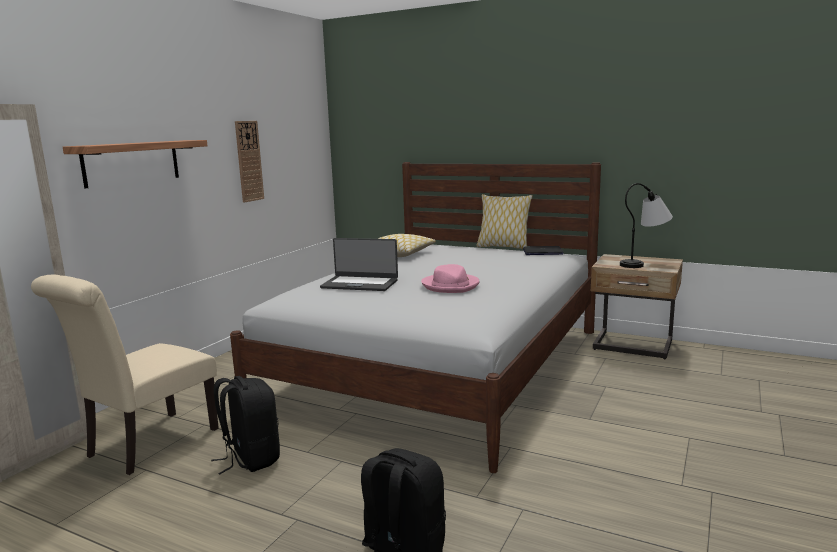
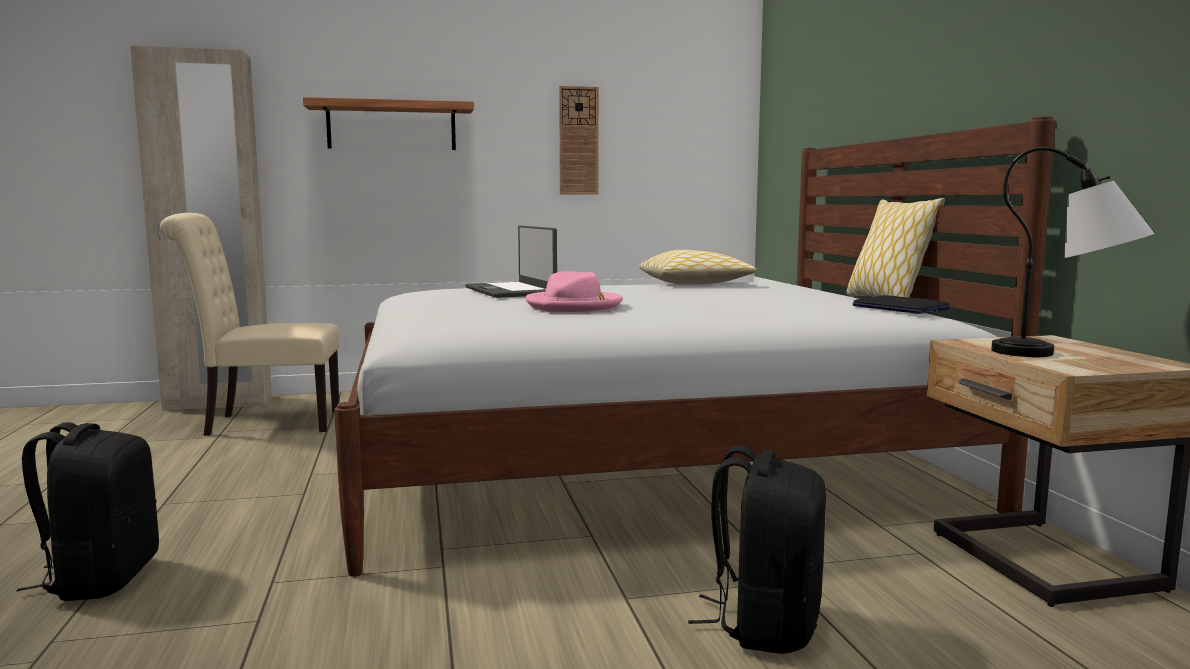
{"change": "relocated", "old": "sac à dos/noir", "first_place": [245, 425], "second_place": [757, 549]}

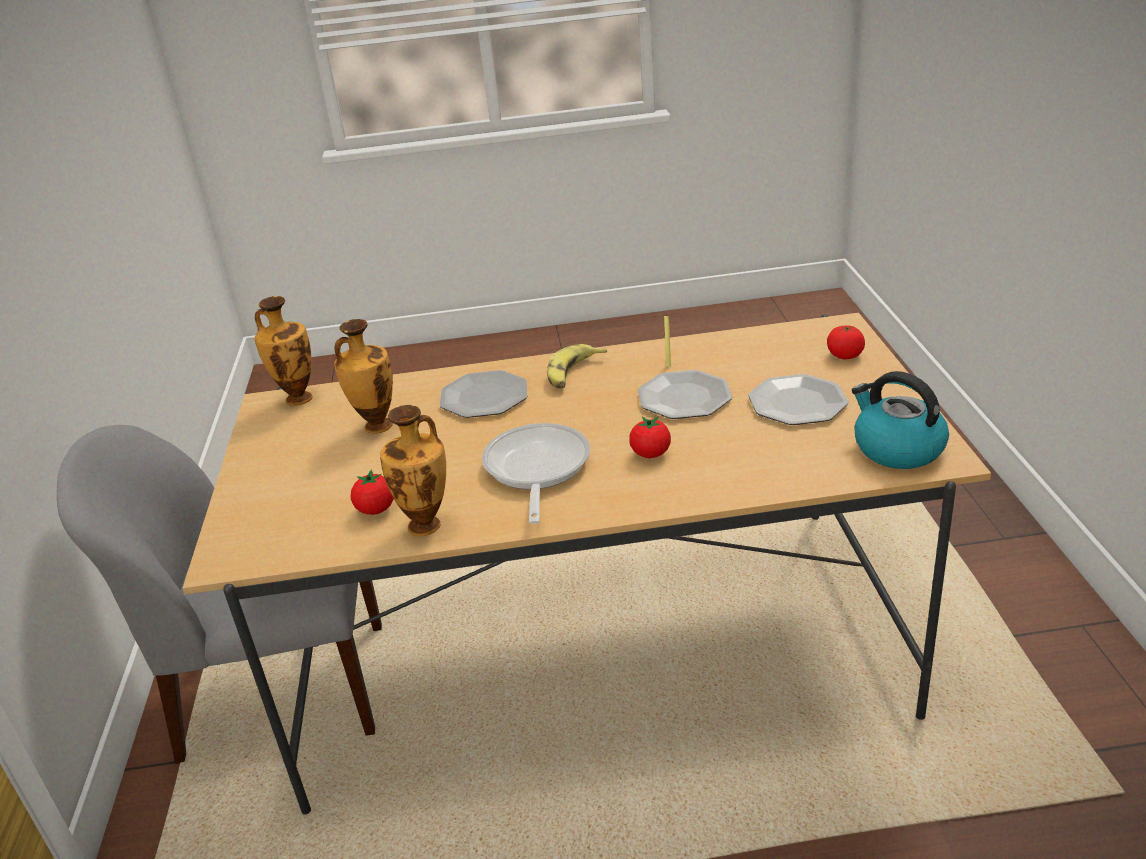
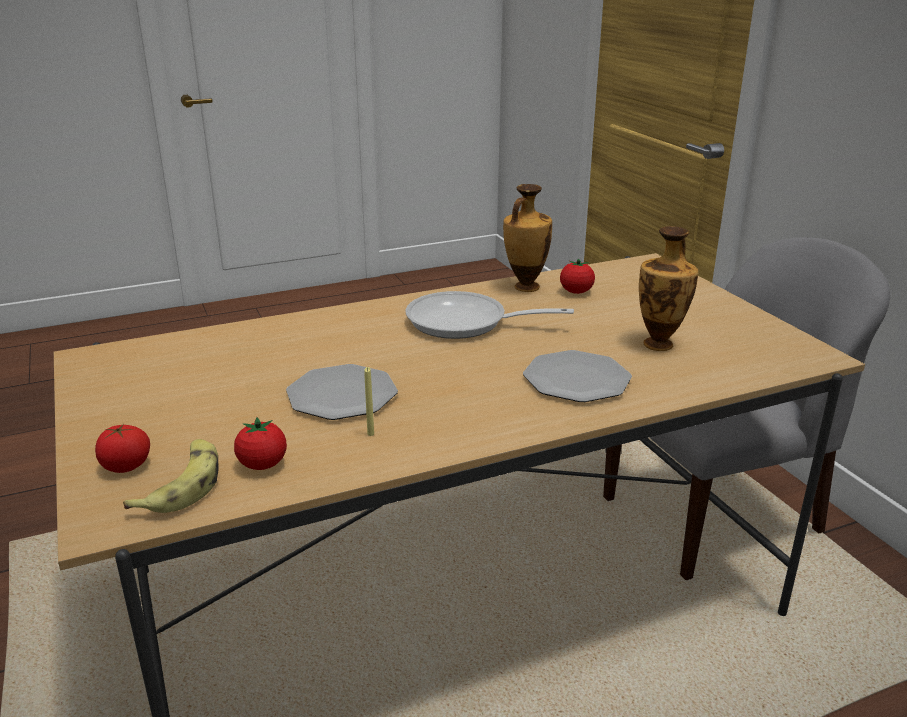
{"change": "relocated", "old": "banane", "first_place": [577, 366], "second_place": [170, 476]}
{"change": "relocated", "old": "tomate", "first_place": [650, 437], "second_place": [260, 443]}
{"change": "spun", "old": "poêle", "first_place": [536, 473], "second_place": [489, 315], "degrees": 120}
{"change": "missing", "old": "vase", "first_place": [284, 351]}
{"change": "missing", "old": "assiette", "first_place": [798, 399]}
{"change": "missing", "old": "bouilloire", "first_place": [900, 420]}

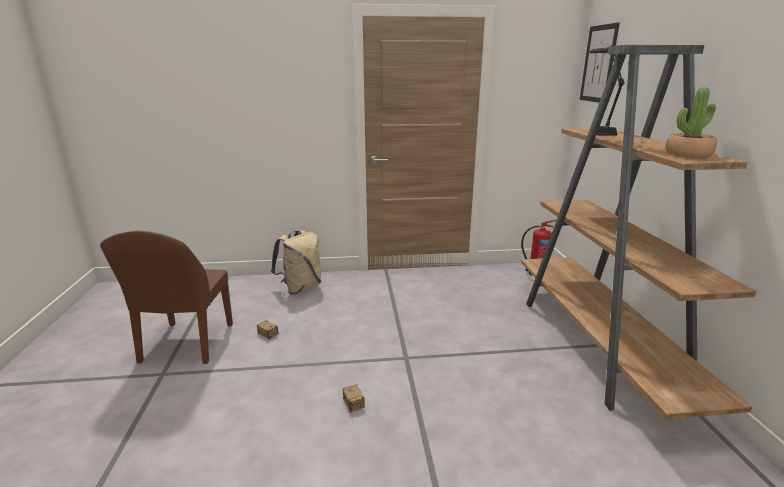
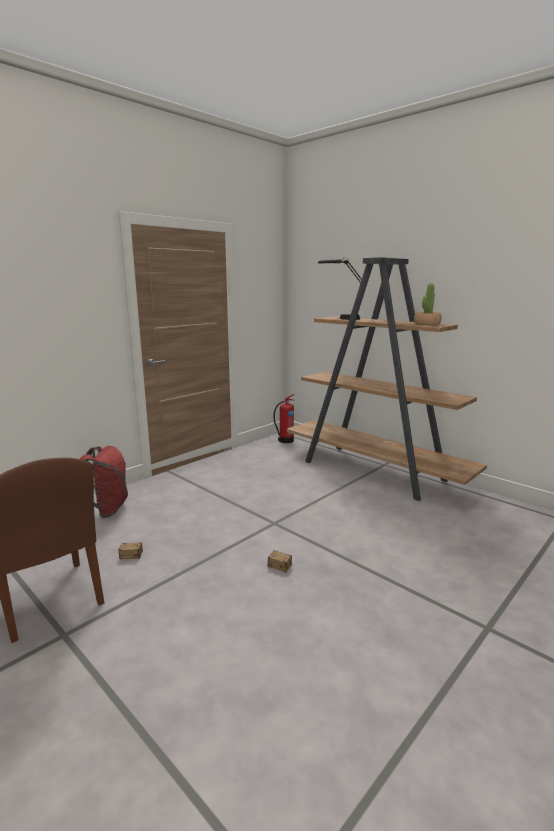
{"change": "colour", "old": "sac à dos/beige", "new": "sac à dos/rouge", "first_place": [296, 262], "second_place": [104, 482]}
{"change": "missing", "old": "tableau", "first_place": [600, 62]}

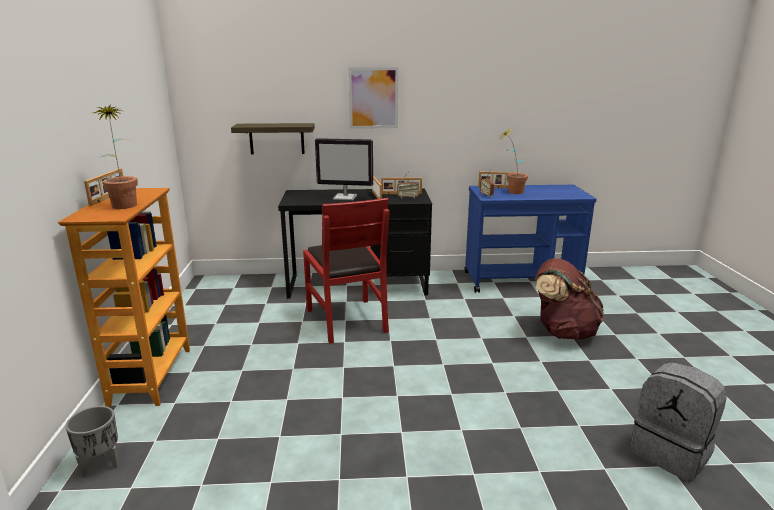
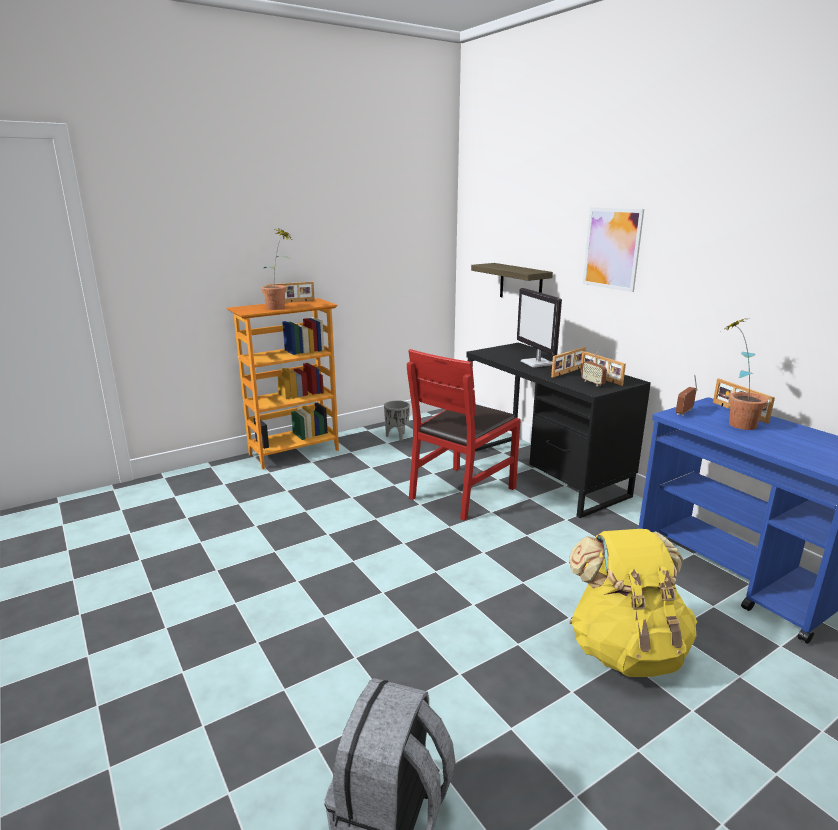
{"change": "relocated", "old": "cache-pot/gris", "first_place": [92, 441], "second_place": [397, 420]}
{"change": "colour", "old": "sac à dos/marron", "new": "sac à dos/jaune", "first_place": [569, 299], "second_place": [633, 603]}

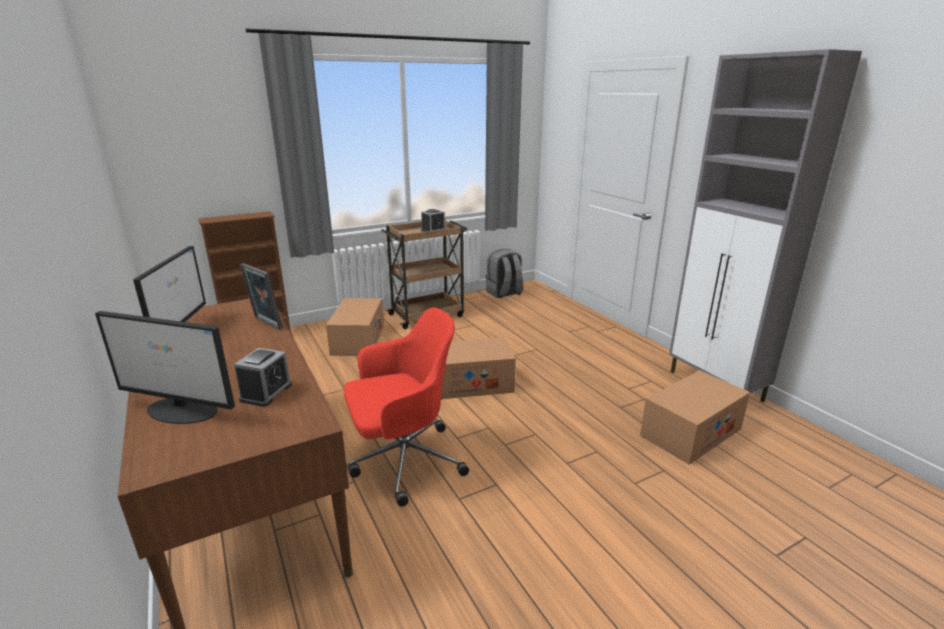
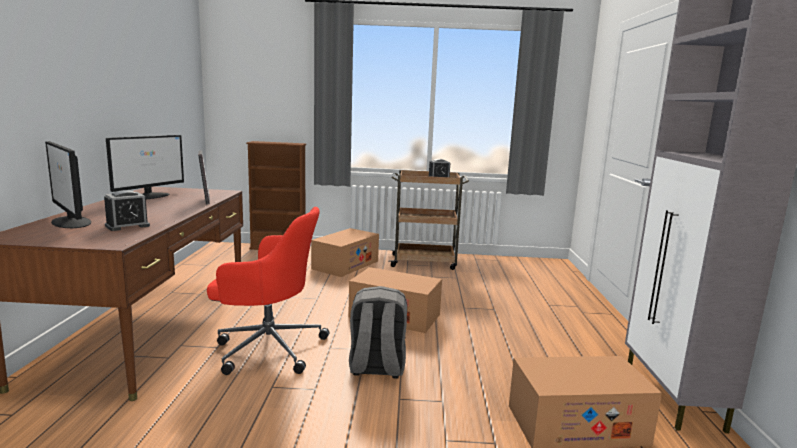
{"change": "relocated", "old": "sac à dos/gris", "first_place": [504, 273], "second_place": [378, 332]}

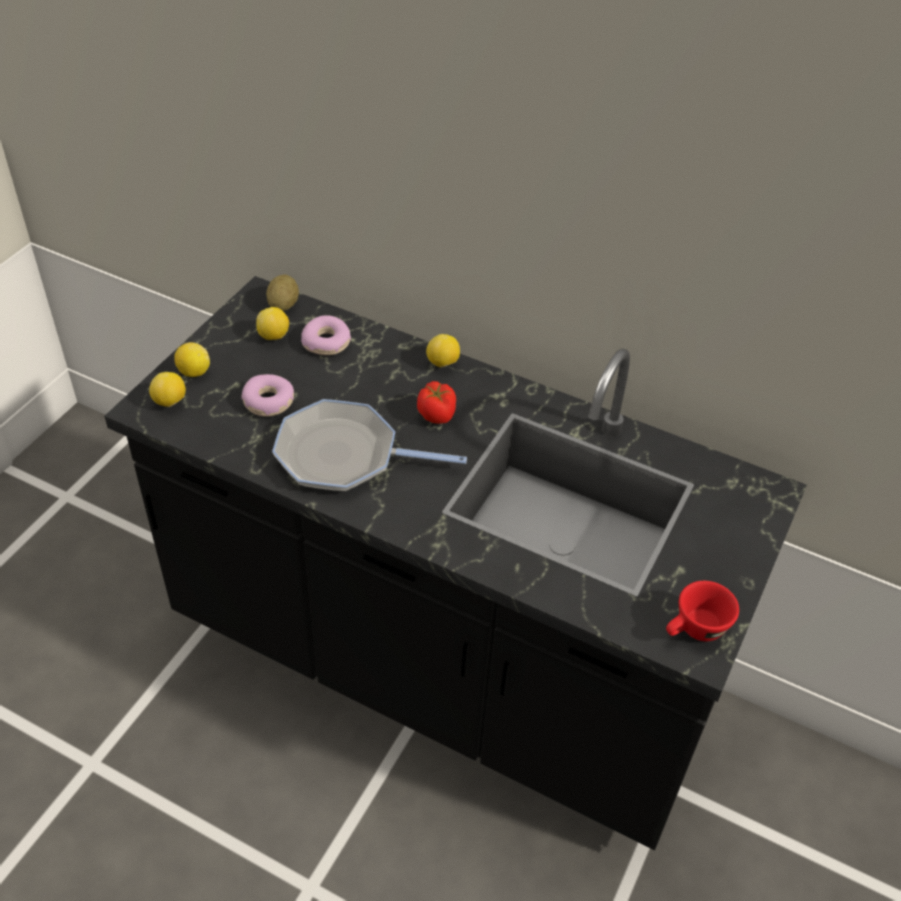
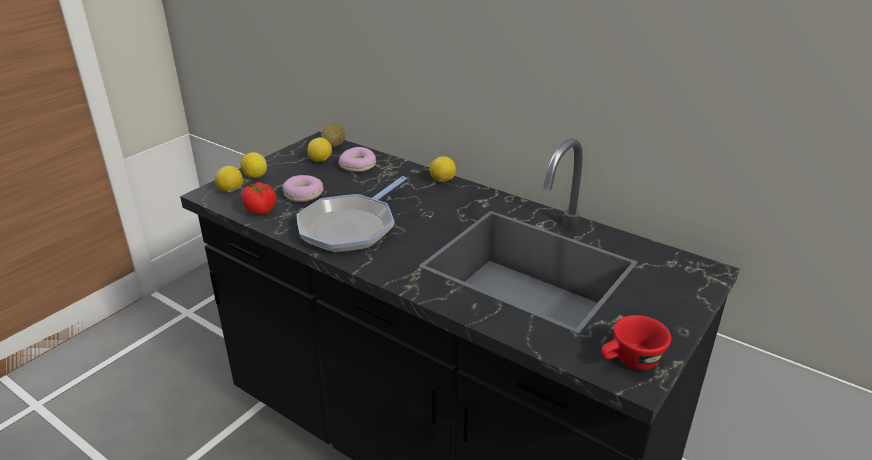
{"change": "relocated", "old": "tomate", "first_place": [436, 402], "second_place": [259, 198]}
{"change": "spun", "old": "poêle", "first_place": [369, 445], "second_place": [351, 214], "degrees": -75}

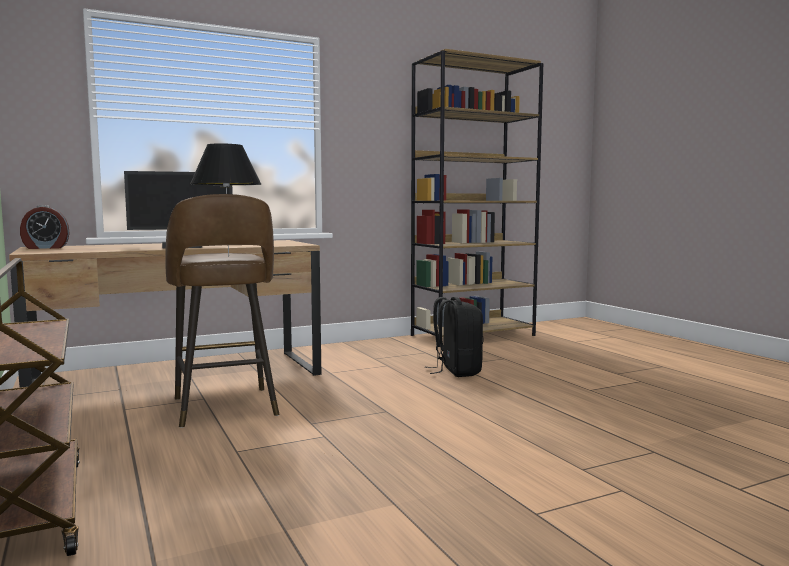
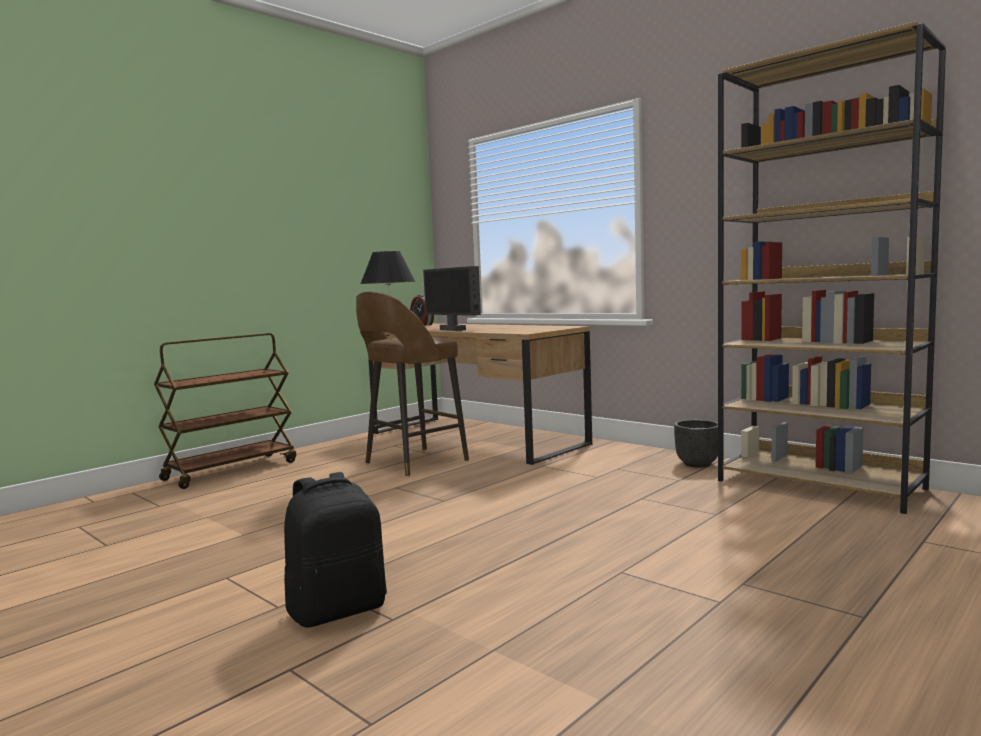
{"change": "relocated", "old": "sac à dos/noir", "first_place": [454, 337], "second_place": [335, 550]}
{"change": "appeared", "new": "cache-pot/noir", "second_place": [696, 444]}

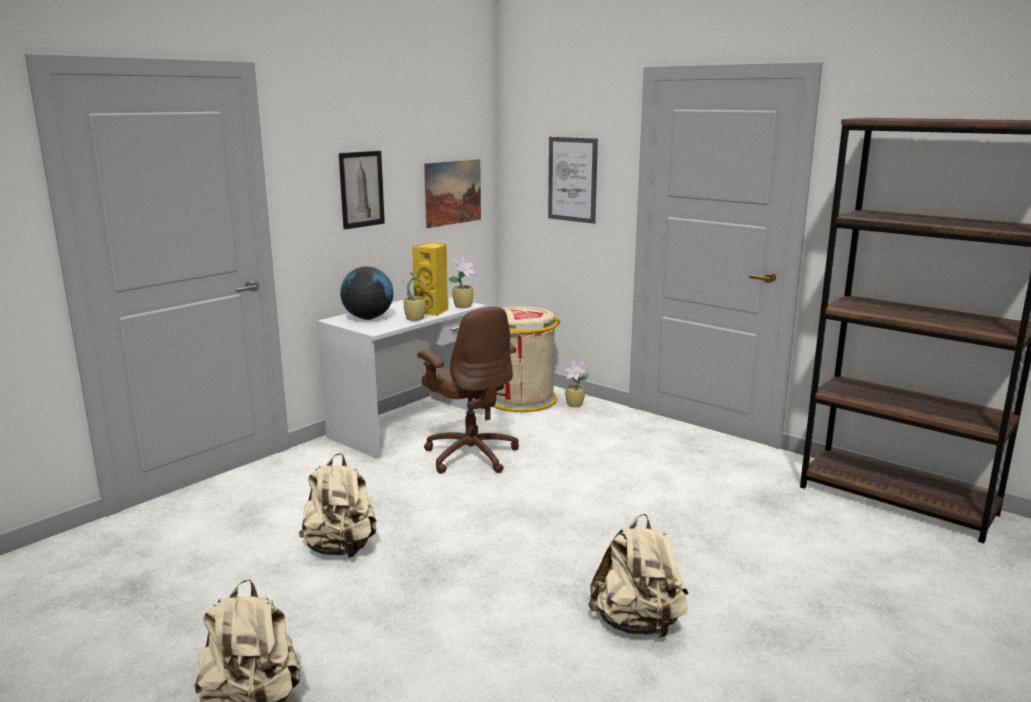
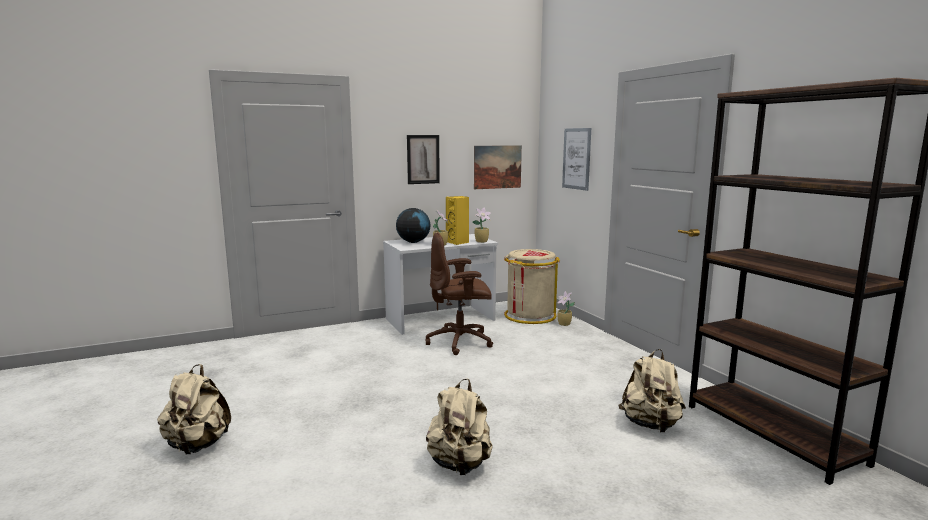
{"change": "spun", "old": "chaise de bureau/marron", "first_place": [468, 390], "second_place": [459, 293], "degrees": 90}
{"change": "relocated", "old": "sac à dos/beige", "first_place": [338, 505], "second_place": [652, 391]}

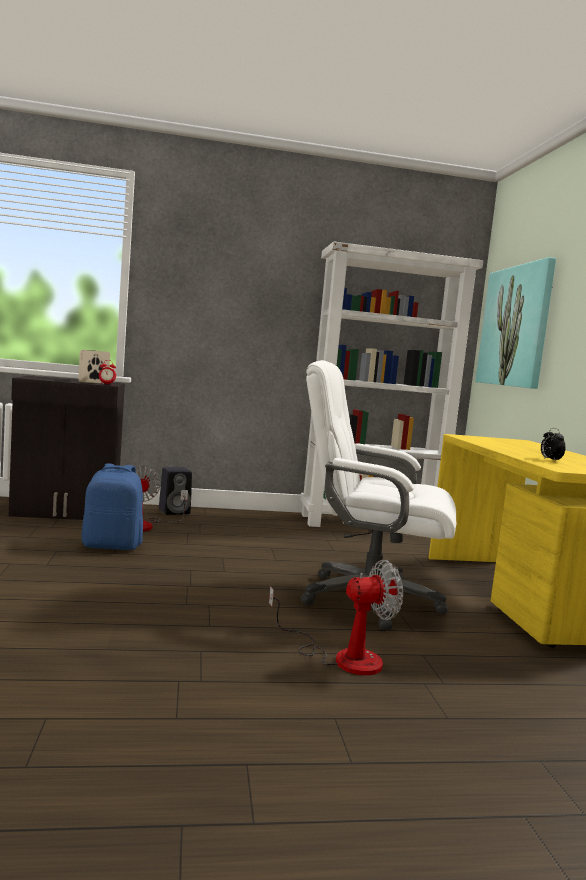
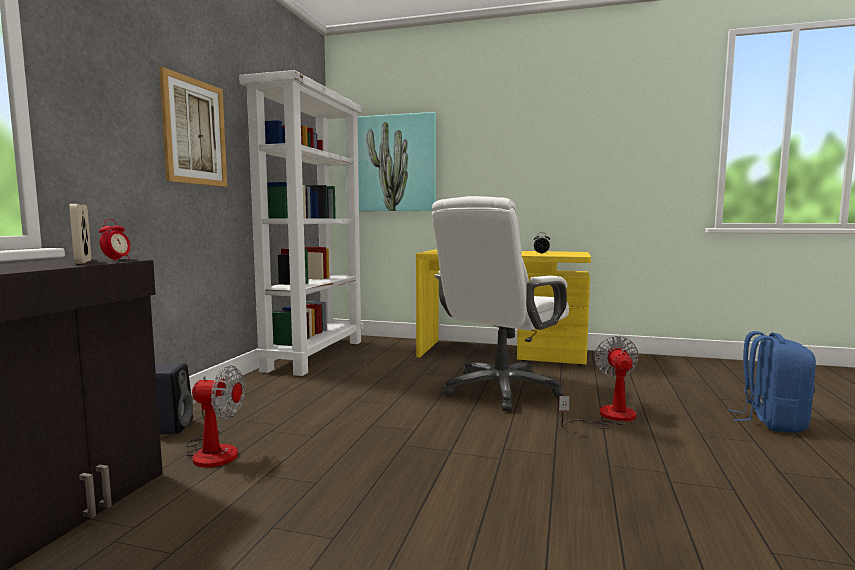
{"change": "appeared", "new": "tableau", "second_place": [193, 127]}
{"change": "relocated", "old": "sac à dos/bleu", "first_place": [112, 506], "second_place": [772, 382]}

